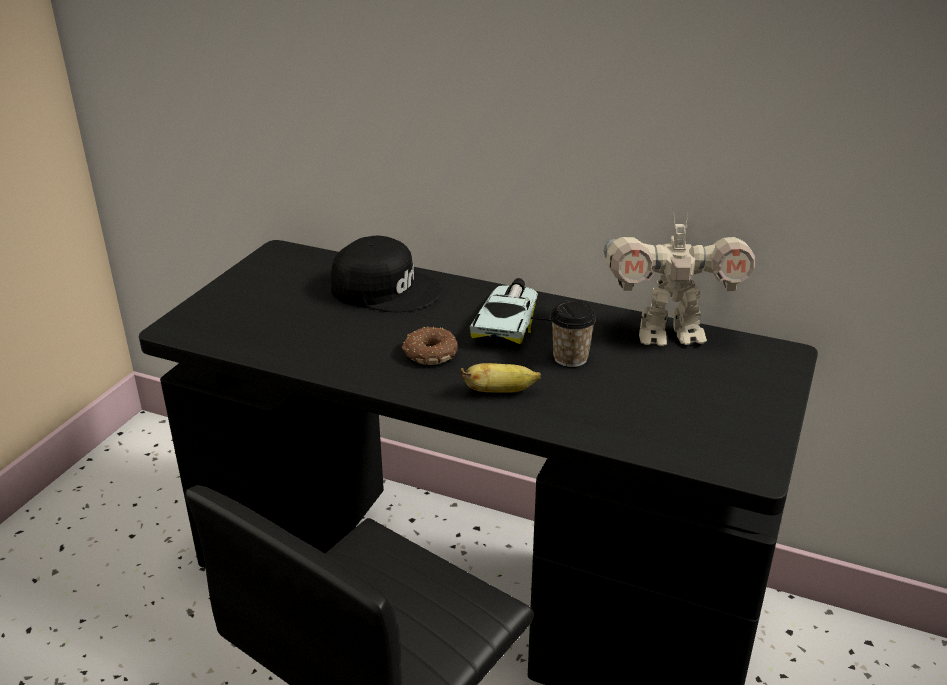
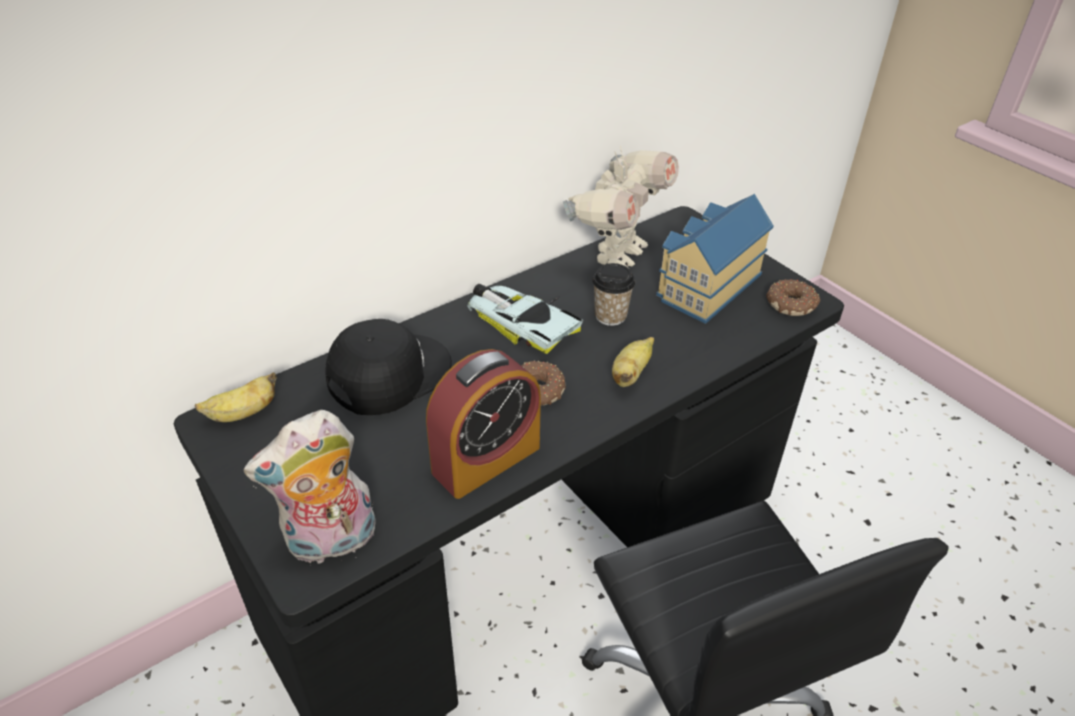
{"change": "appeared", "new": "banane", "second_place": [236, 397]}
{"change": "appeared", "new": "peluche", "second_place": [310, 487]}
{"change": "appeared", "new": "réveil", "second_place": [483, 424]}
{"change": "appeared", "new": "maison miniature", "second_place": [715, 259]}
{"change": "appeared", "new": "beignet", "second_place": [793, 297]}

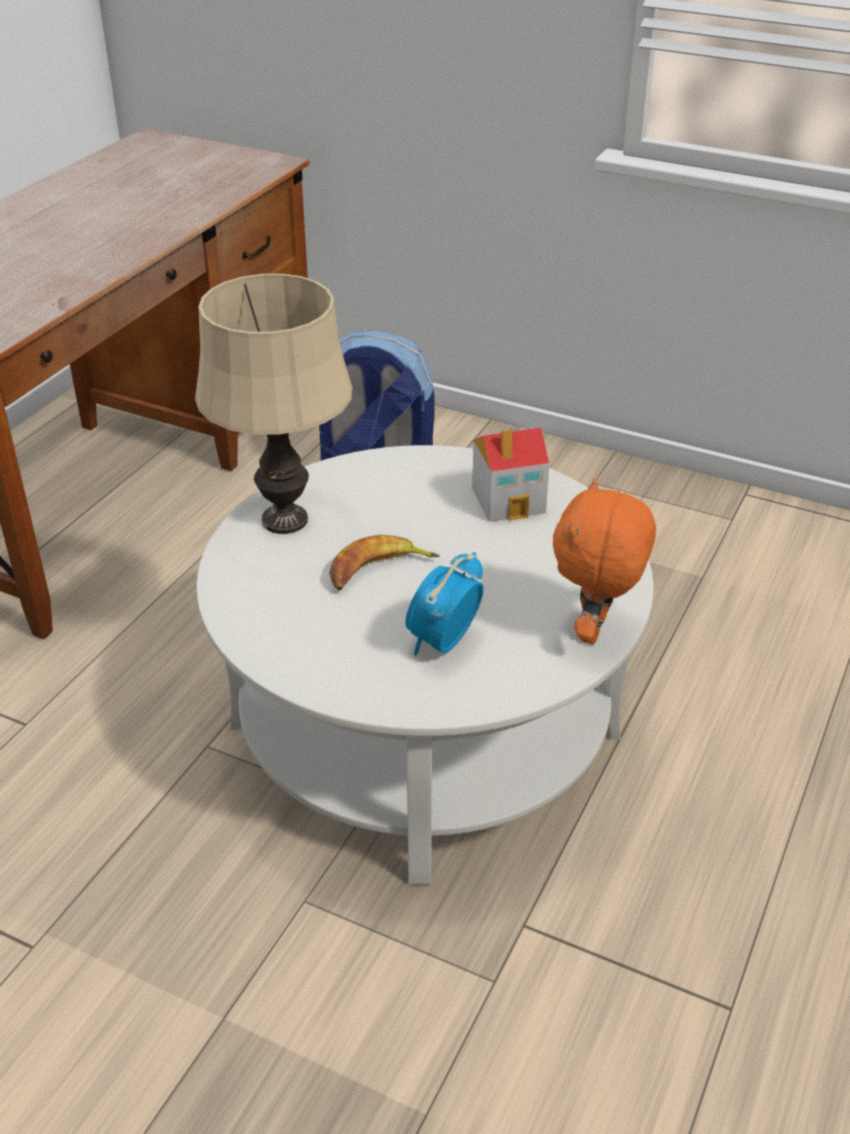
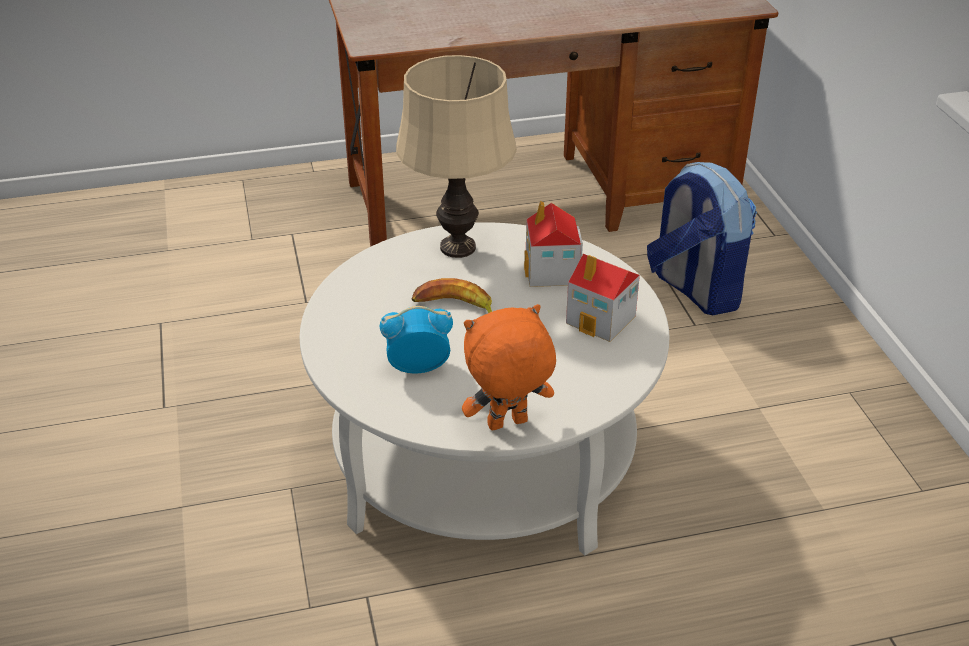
{"change": "appeared", "new": "maison miniature", "second_place": [553, 244]}

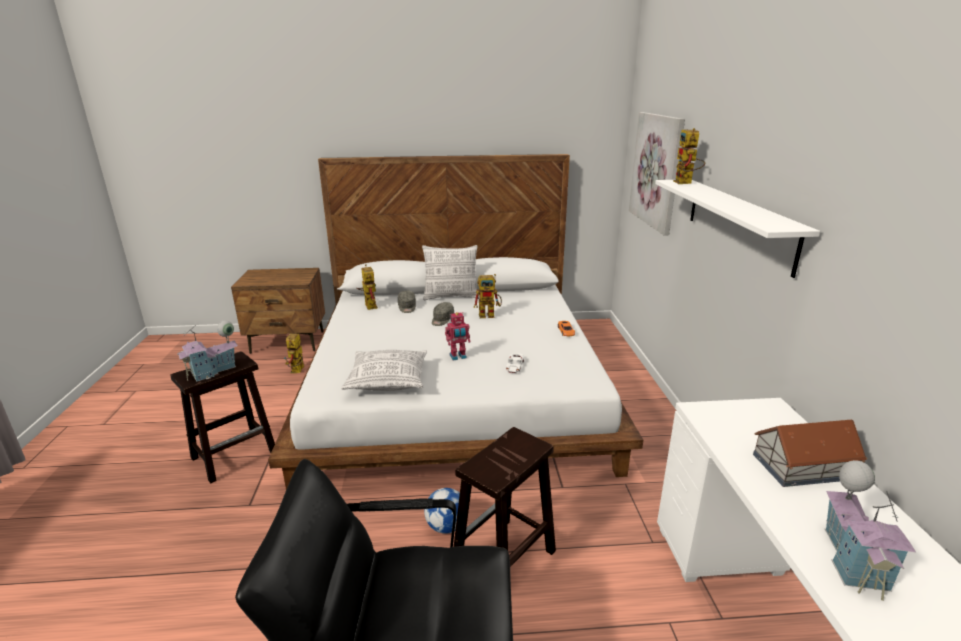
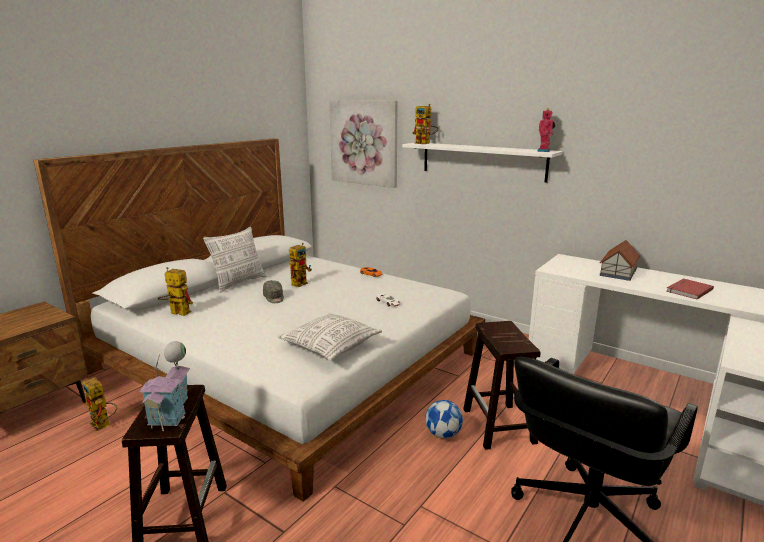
{"change": "relocated", "old": "robot jouet", "first_place": [457, 336], "second_place": [546, 130]}
{"change": "exchanged", "old": "maison miniature", "new": "livre/rouge", "first_place": [871, 530], "second_place": [690, 289]}
{"change": "missing", "old": "casquette/gris", "first_place": [407, 302]}

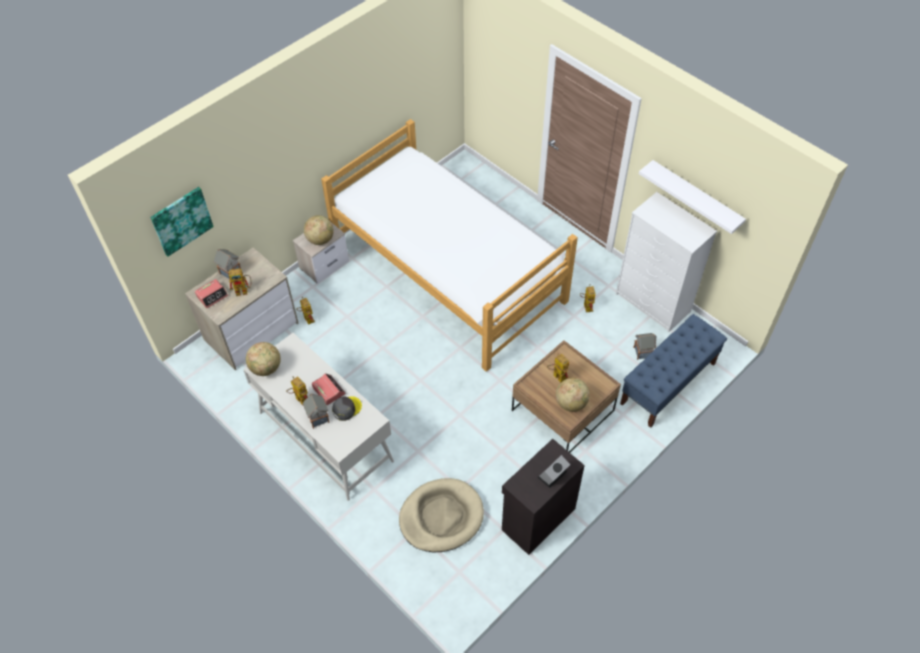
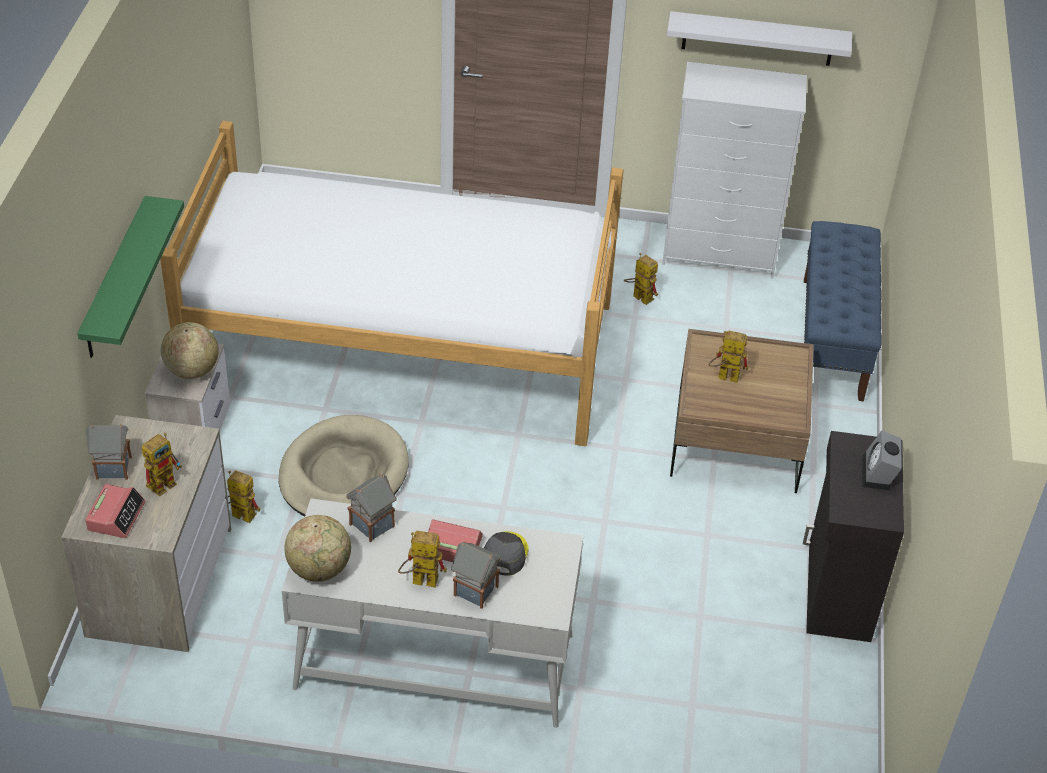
{"change": "appeared", "new": "étagère/vert", "second_place": [130, 277]}
{"change": "relocated", "old": "panier pour chien/beige", "first_place": [441, 515], "second_place": [344, 465]}
{"change": "relocated", "old": "maison miniature", "first_place": [645, 346], "second_place": [371, 508]}
{"change": "missing", "old": "tableau", "first_place": [182, 222]}
{"change": "missing", "old": "globe", "first_place": [573, 395]}

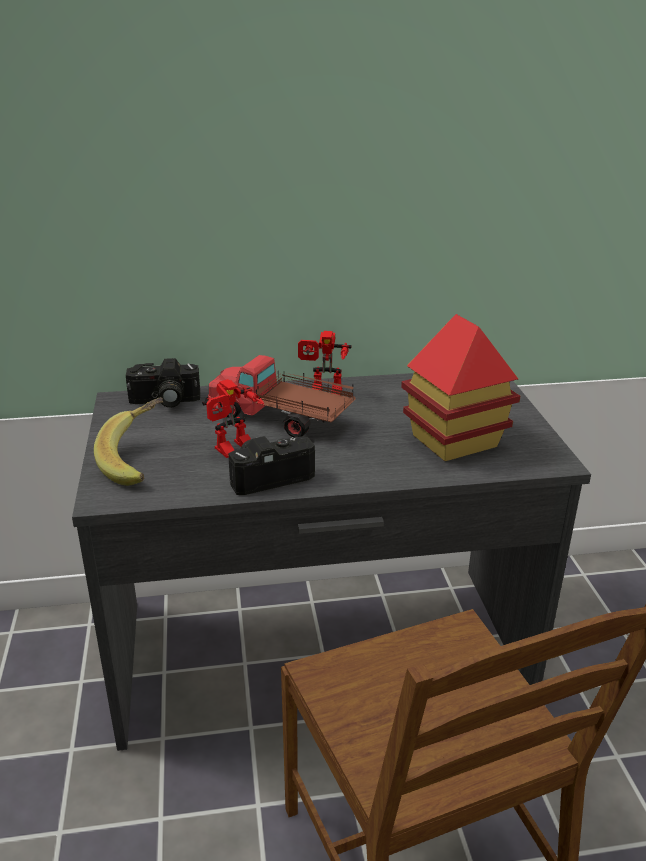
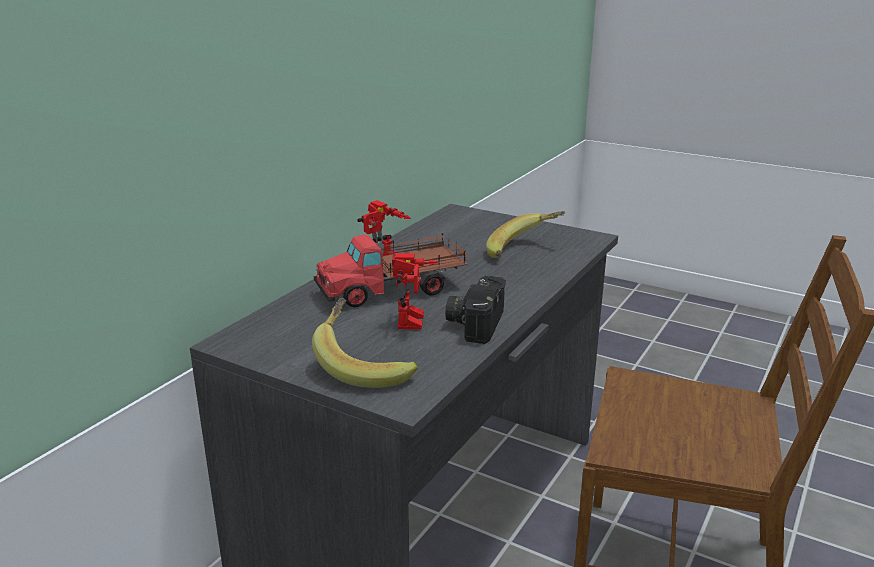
{"change": "exchanged", "old": "maison miniature", "new": "banane", "first_place": [461, 387], "second_place": [525, 234]}
{"change": "missing", "old": "appareil photo", "first_place": [163, 383]}

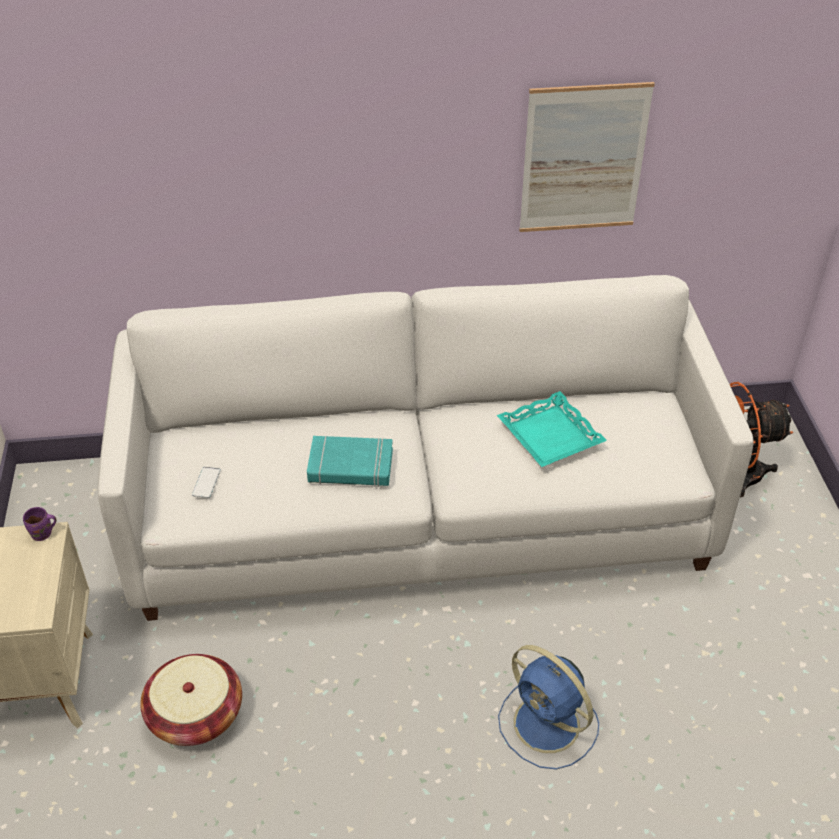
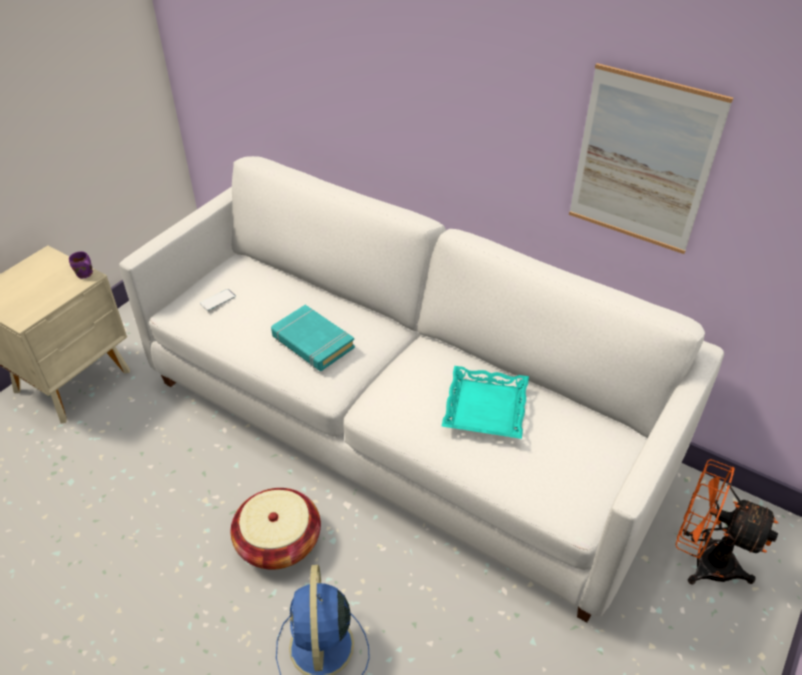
{"change": "relocated", "old": "panier", "first_place": [191, 700], "second_place": [276, 529]}

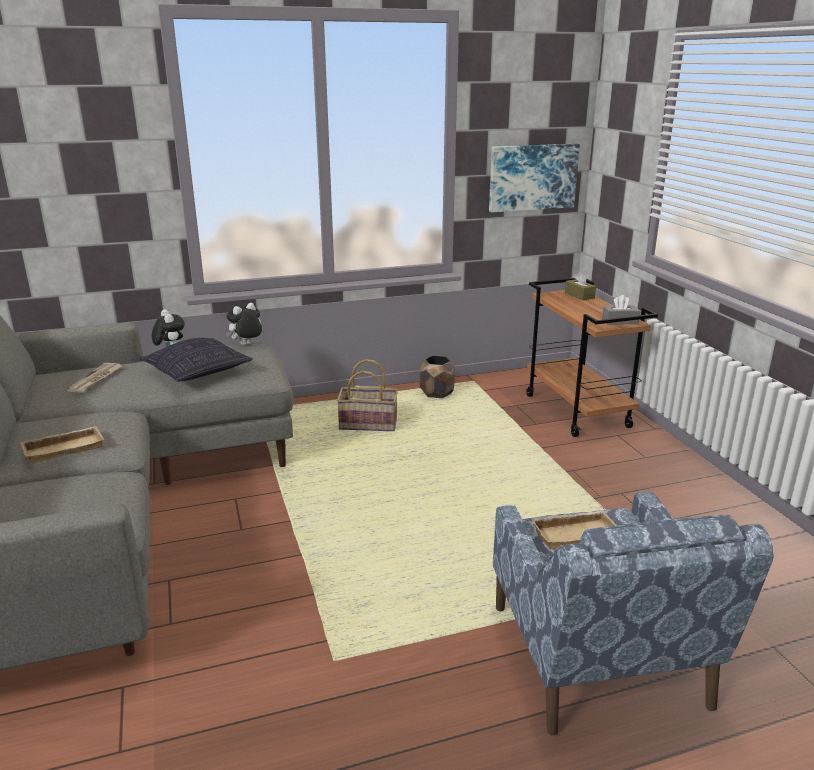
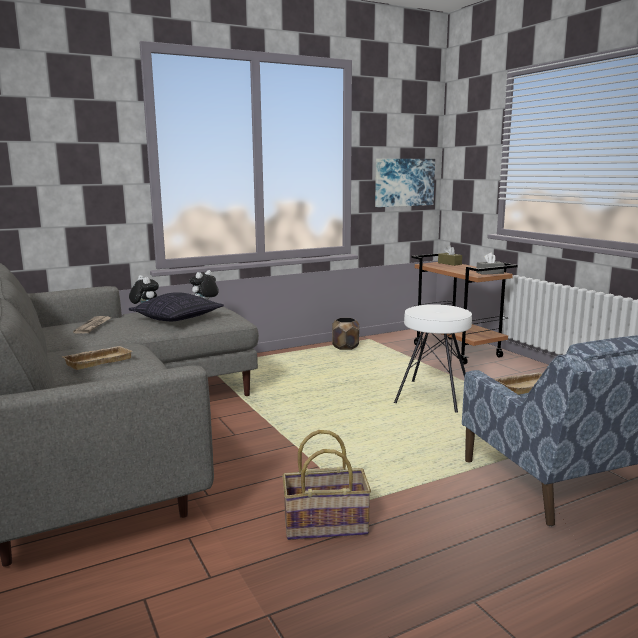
{"change": "relocated", "old": "panier", "first_place": [367, 395], "second_place": [326, 485]}
{"change": "appeared", "new": "tabouret/blanc", "second_place": [433, 358]}

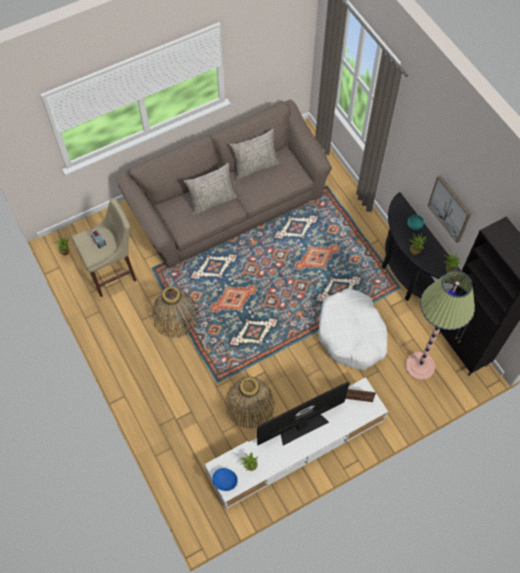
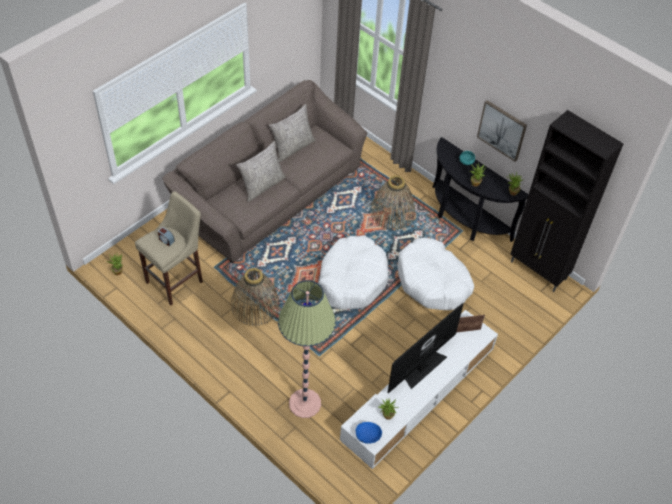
{"change": "relocated", "old": "lampadaire", "first_place": [440, 325], "second_place": [307, 349]}
{"change": "appeared", "new": "panier pour chien/blanc", "second_place": [354, 272]}
{"change": "relocated", "old": "panier", "first_place": [250, 402], "second_place": [392, 202]}

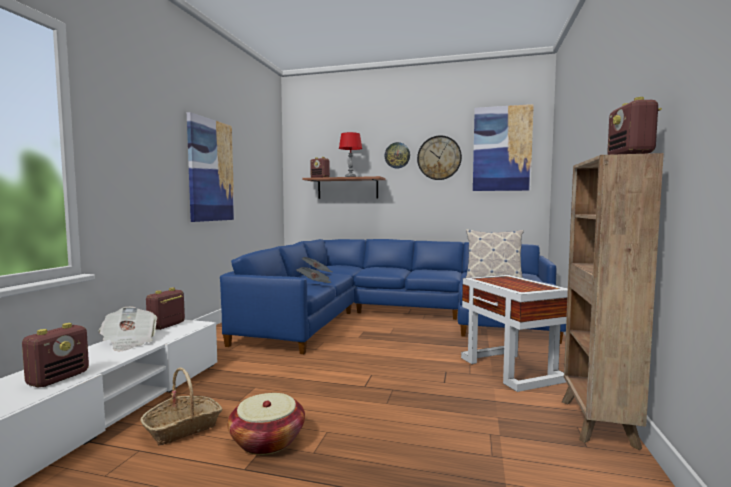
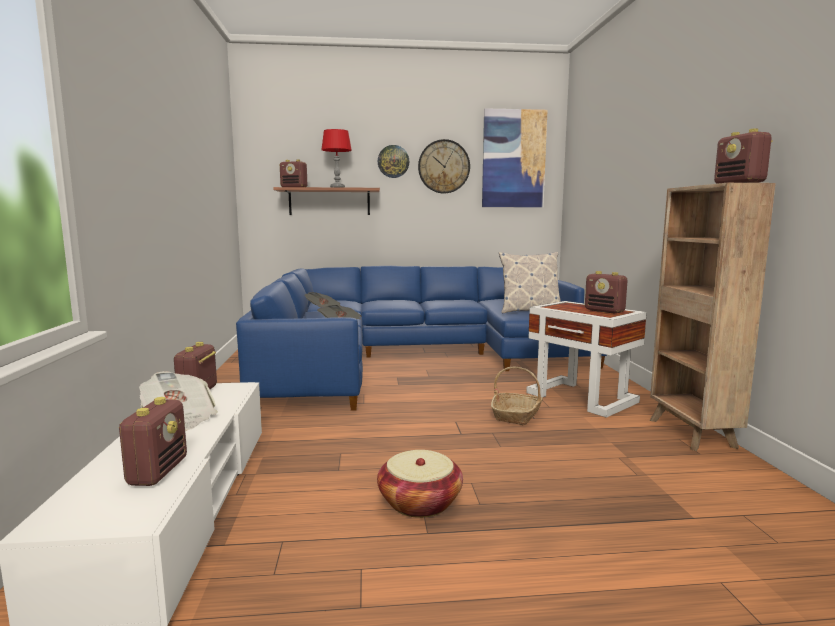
{"change": "relocated", "old": "panier", "first_place": [181, 406], "second_place": [517, 396]}
{"change": "appeared", "new": "radio", "second_place": [606, 292]}
{"change": "missing", "old": "tableau", "first_place": [210, 167]}

